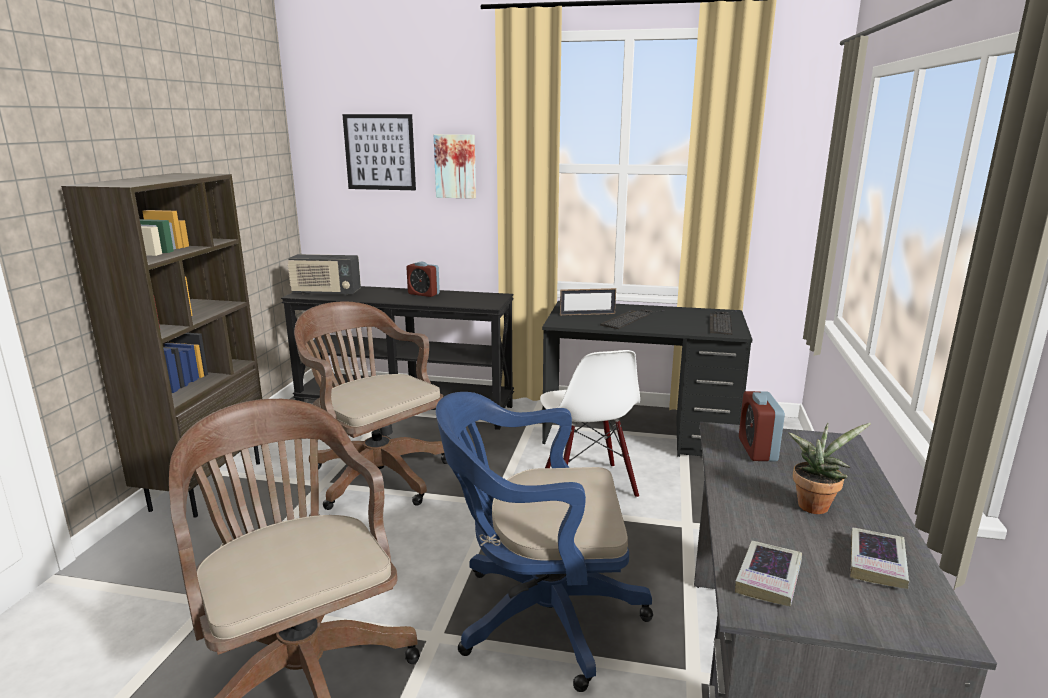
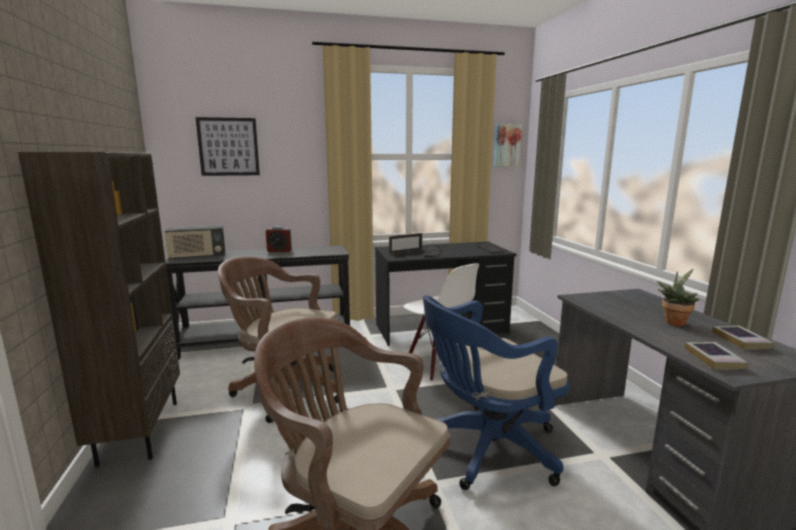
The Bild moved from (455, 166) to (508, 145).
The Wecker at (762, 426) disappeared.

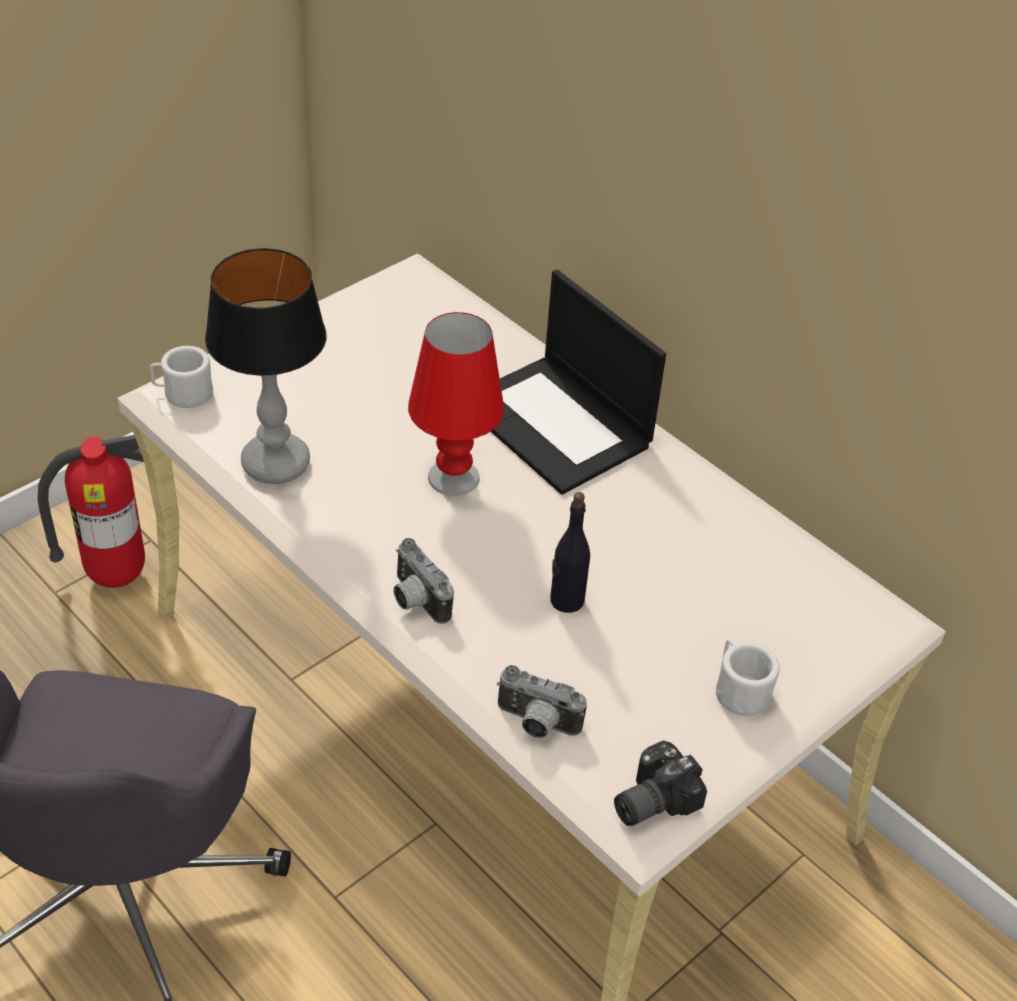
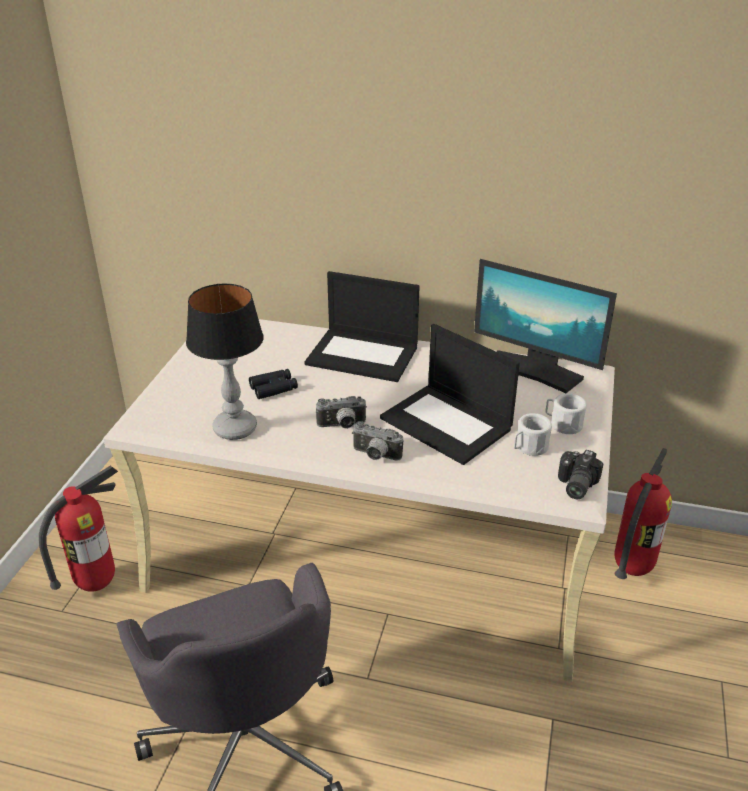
The Tischlampe (rot) at (456, 404) disappeared.
The Henkelbecher (weiß) moved from (181, 377) to (533, 434).
The Flasche (schwarz) at (570, 552) was replaced by the Laptop at (450, 394).
The Kamera moved from (542, 701) to (341, 412).
The Monitor at (545, 326) appeared.
The Fernglas (schwarz) at (273, 384) appeared.
The Feuerlöscher at (643, 513) appeared.

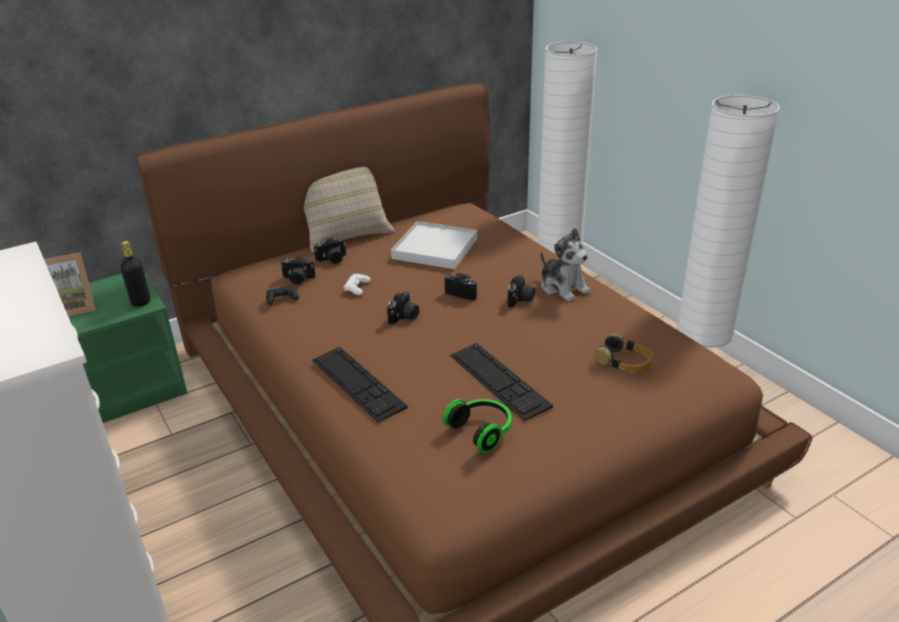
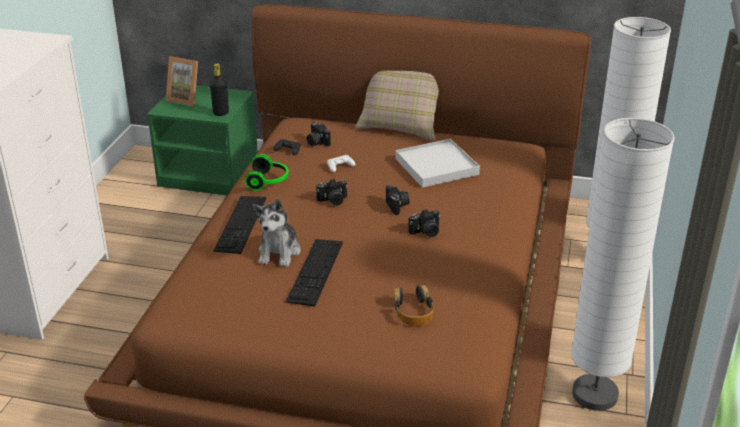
The Plüschtier moved from (565, 264) to (276, 233).
The Kamera at (330, 250) disappeared.
The Kopfhörer moved from (477, 426) to (267, 172).

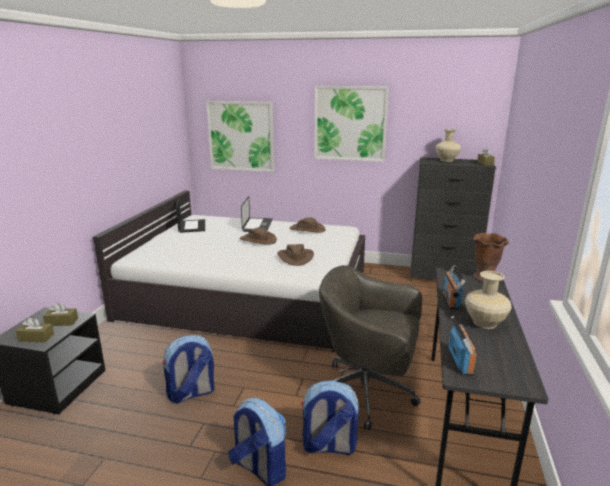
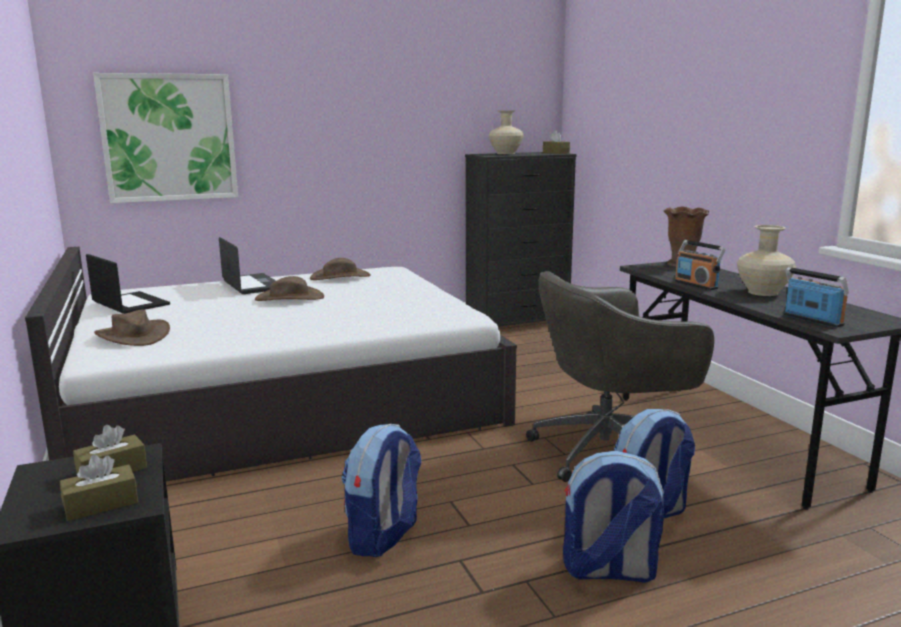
The Bild at (351, 124) disappeared.
The Hut (braun) moved from (296, 255) to (132, 327).

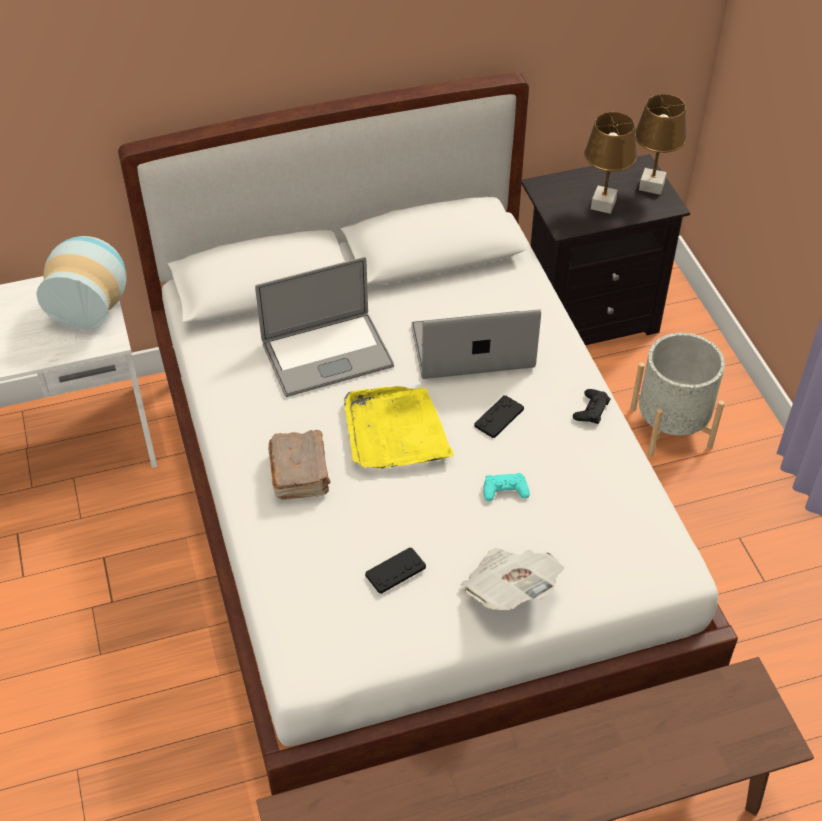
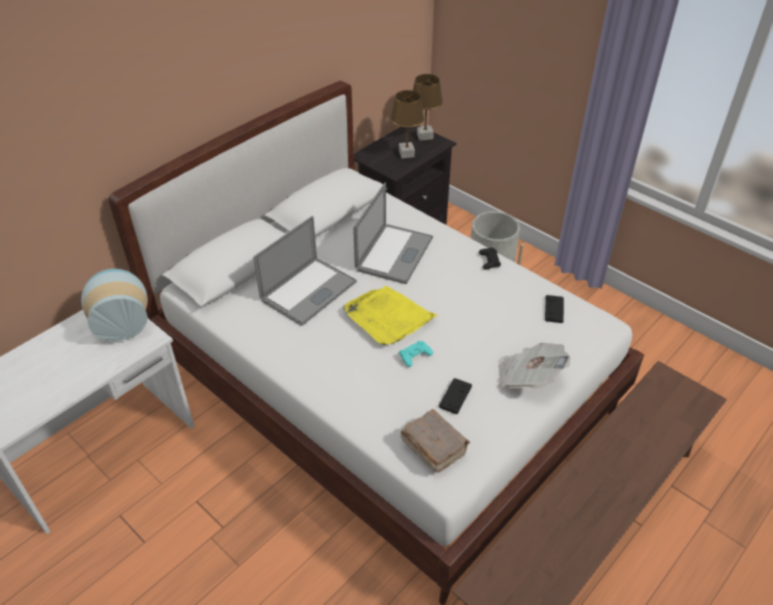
The Laptop at (476, 344) turned 150 degrees clockwise.
The Gamepad (schwarz) moved from (499, 416) to (554, 309).
The Buch (braun) moved from (299, 465) to (435, 440).
The Gamepad (türkis) moved from (507, 487) to (416, 354).

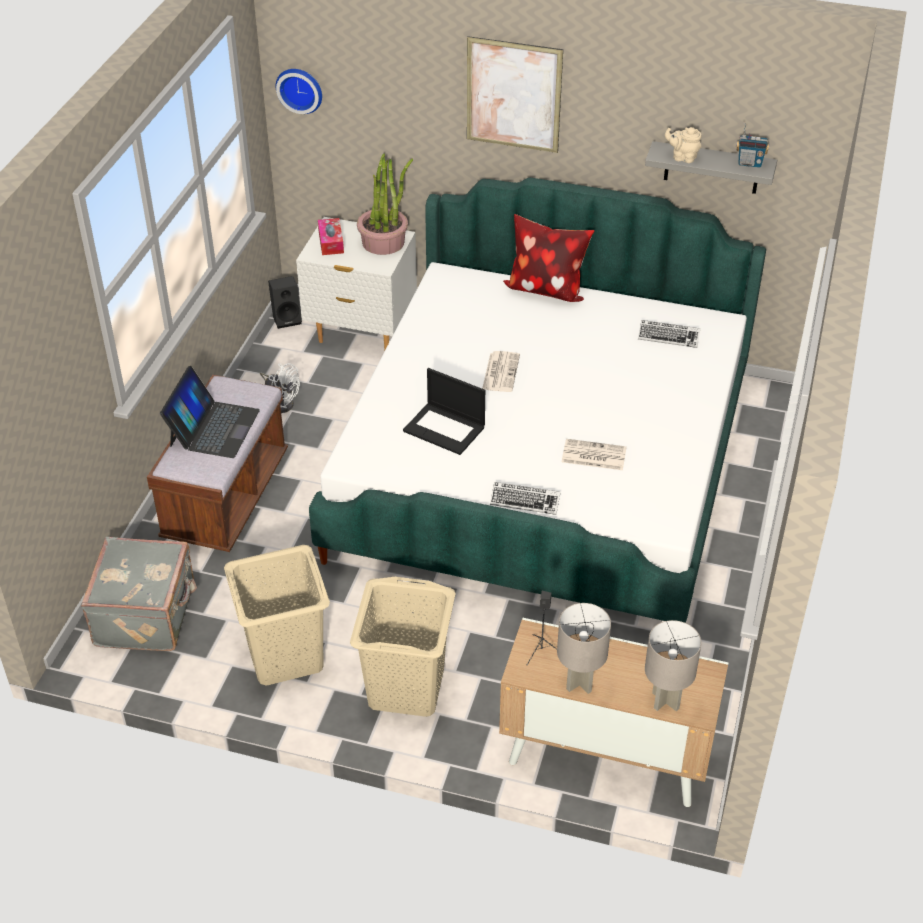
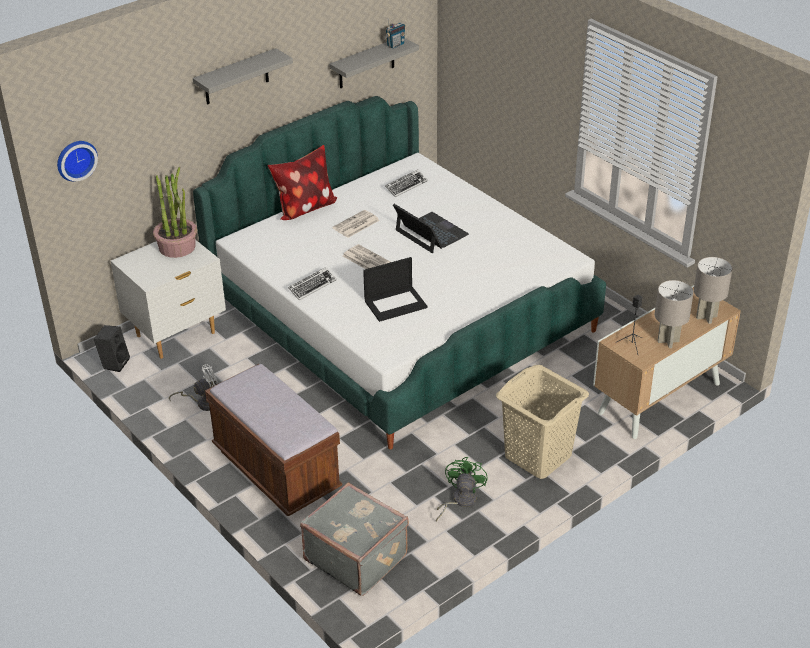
The Bild at (515, 94) was replaced by the Wandregal (grau) at (243, 76).
The Teekanne (beige) at (683, 145) disappeared.
The Taschentuchbox at (331, 236) disappeared.
The Laptop moved from (210, 412) to (431, 228).
The Zeitung moved from (594, 454) to (356, 224).
The Tastatur moved from (525, 498) to (312, 283).
The Wäschekorb (beige) at (277, 615) was replaced by the Ventilator (grün) at (462, 489).

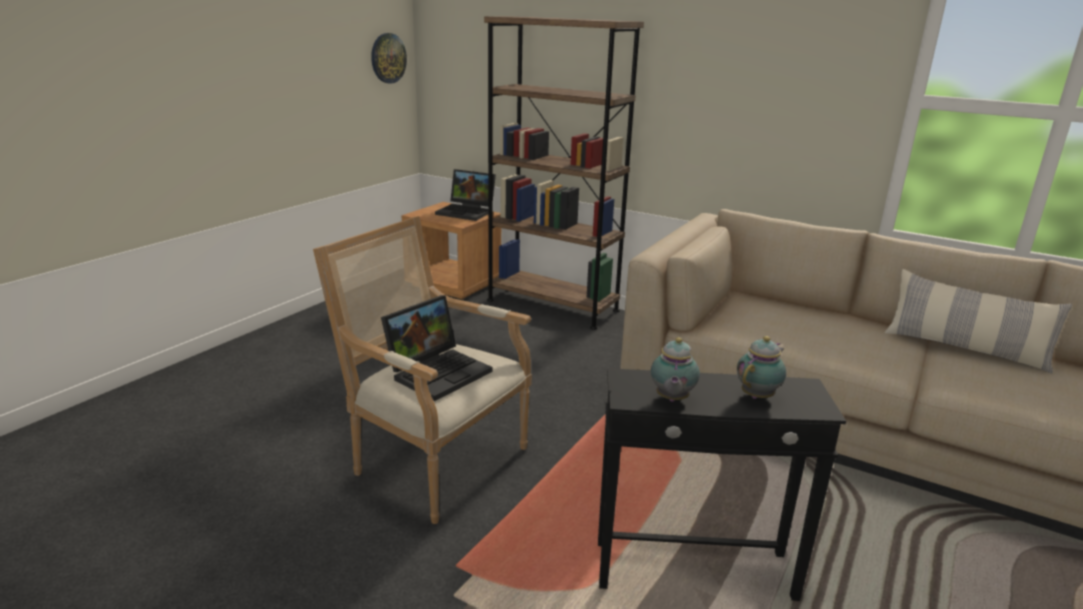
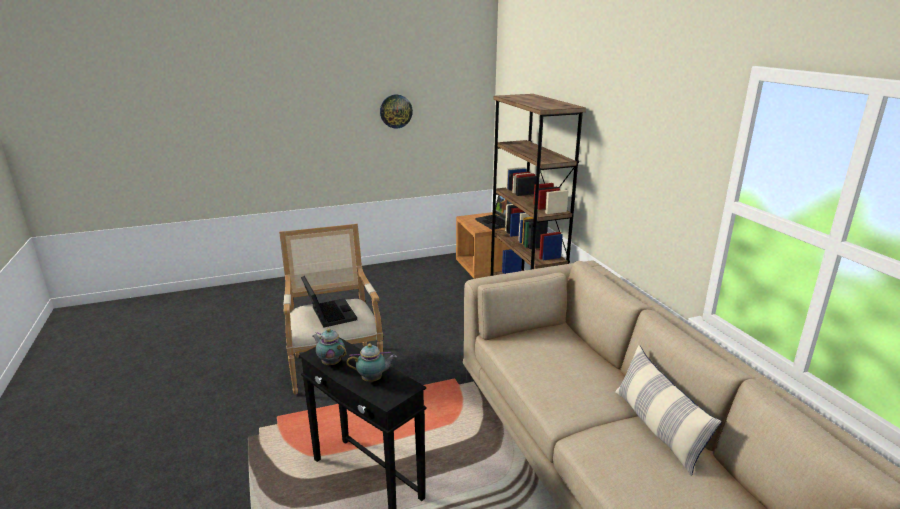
The Wanduhr moved from (389, 58) to (396, 111).
The Laptop at (436, 348) turned 105 degrees counterclockwise.
The Teekanne at (675, 369) turned 75 degrees clockwise.

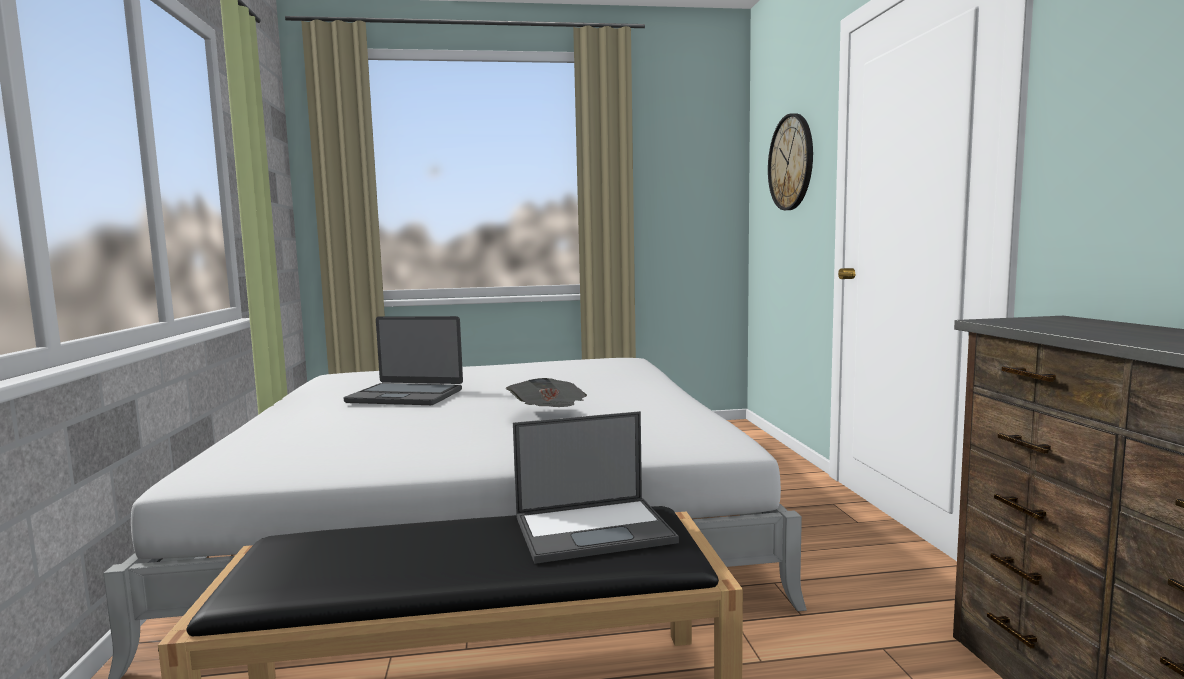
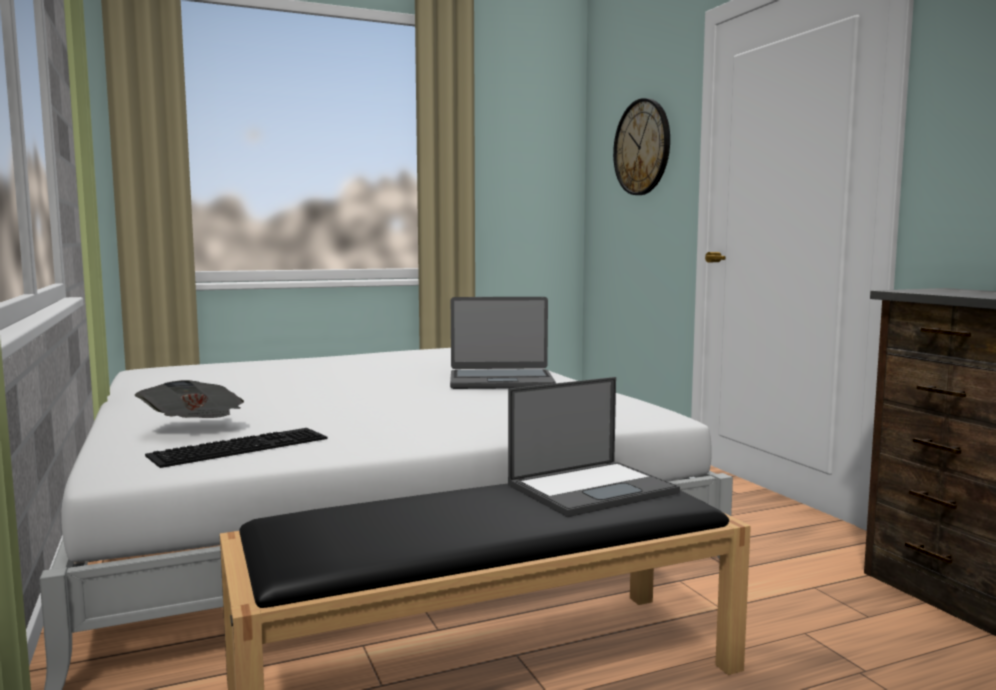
The Laptop moved from (403, 360) to (503, 343).
The Zeitung moved from (546, 392) to (189, 399).
The Tastatur at (236, 448) appeared.

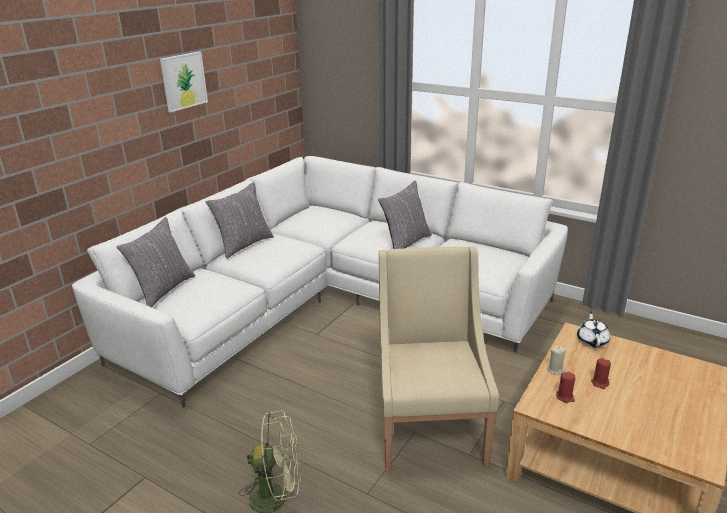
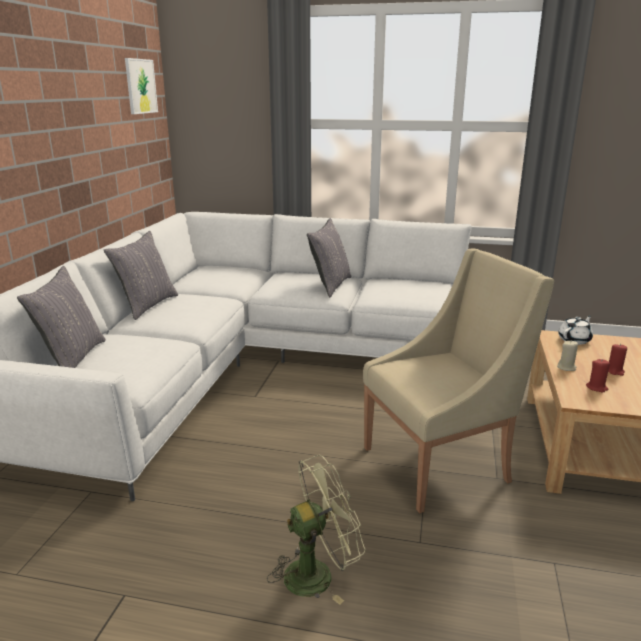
The Bild moved from (184, 82) to (141, 86).
The Sessel (beige) at (439, 359) turned 90 degrees clockwise.
The Teekanne (weiß) at (593, 329) turned 60 degrees clockwise.

